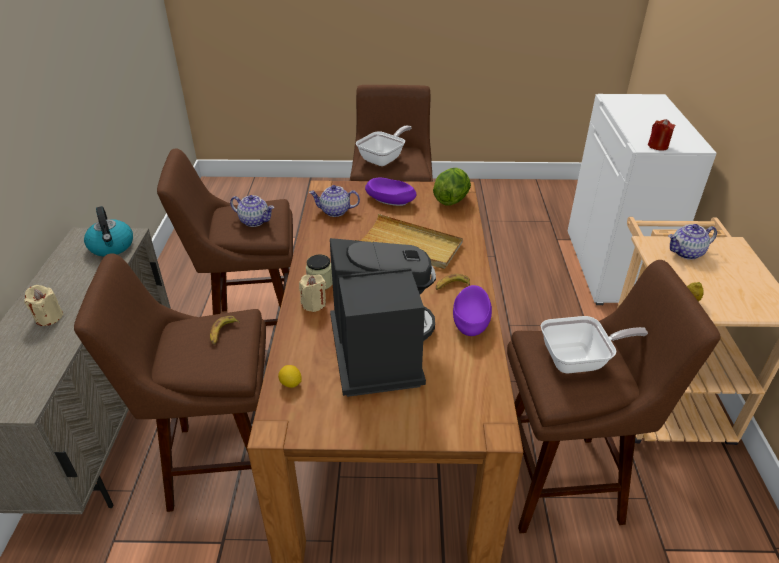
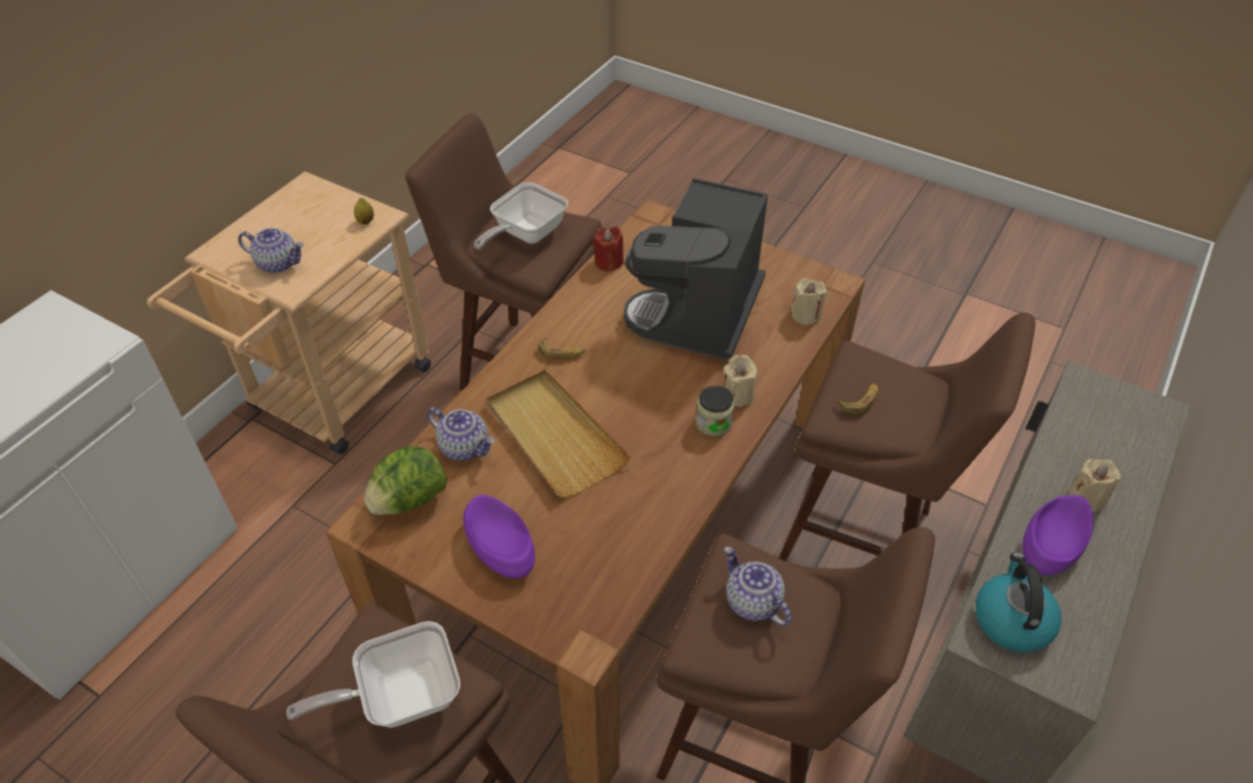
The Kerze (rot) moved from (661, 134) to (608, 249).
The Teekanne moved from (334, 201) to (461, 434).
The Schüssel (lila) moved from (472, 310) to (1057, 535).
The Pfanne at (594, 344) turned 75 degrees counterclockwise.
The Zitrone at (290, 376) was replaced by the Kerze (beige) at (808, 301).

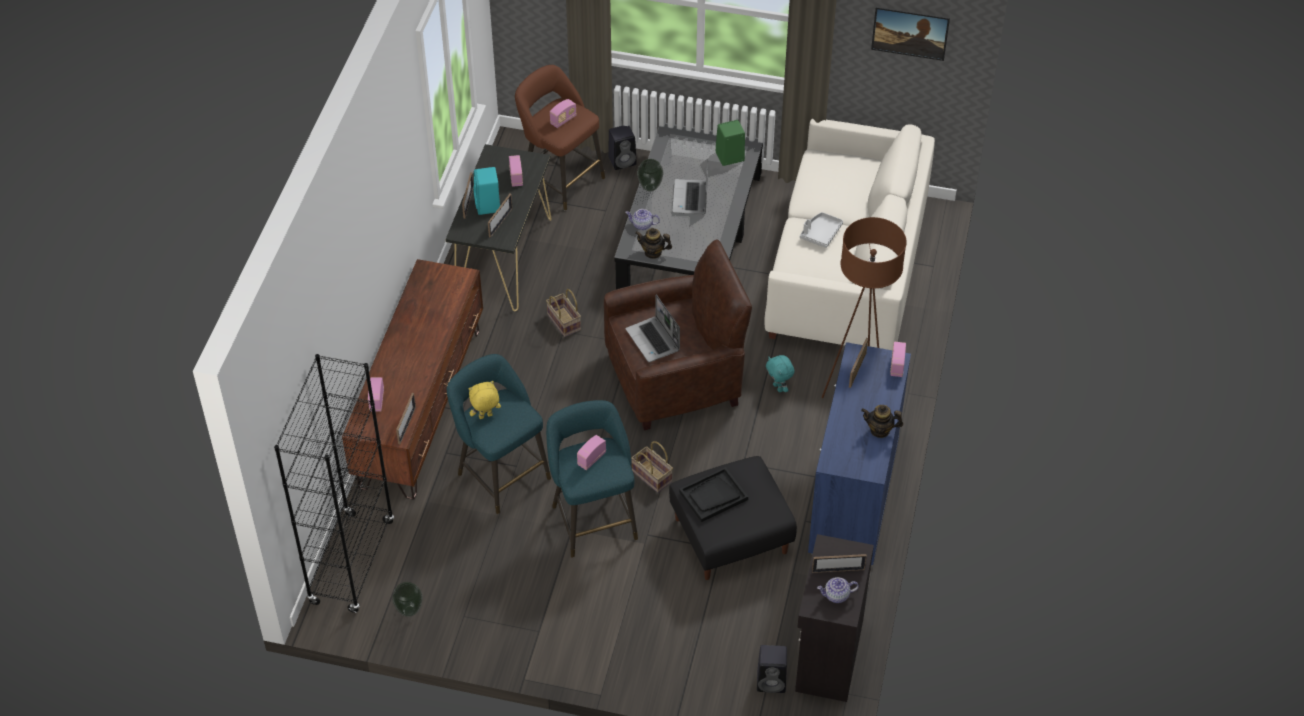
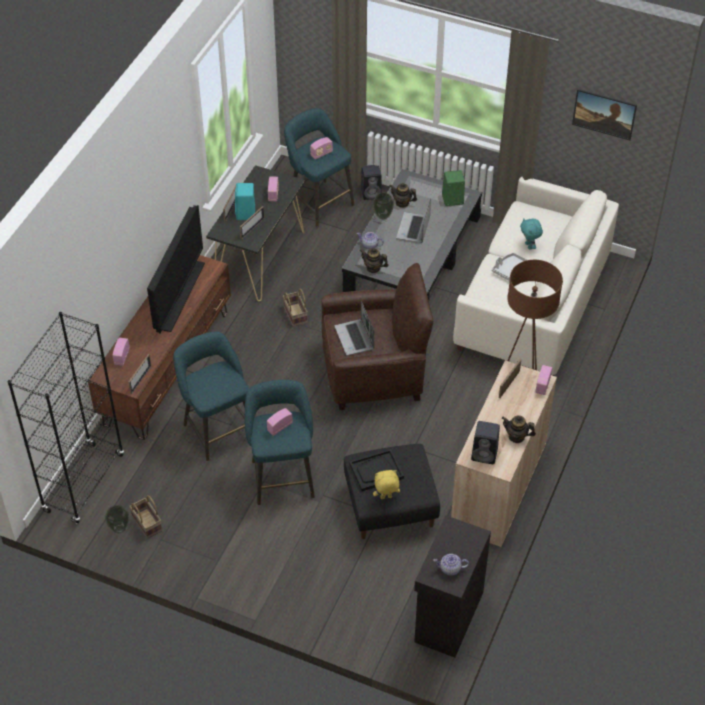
The Hocker (braun) at (560, 138) became the Hocker (türkis) at (319, 167).
The Schrank (blau) at (859, 454) became the Schrank (beige) at (504, 454).
The Plüschtier (türkis) moved from (780, 373) to (531, 234).
The Plüschtier (gelb) moved from (484, 400) to (386, 484).
The Korb moved from (652, 467) to (145, 517).
The Bilderrahmen at (839, 563) disappeared.
The Lautsprecher (schwarz) moved from (772, 669) to (485, 442).
The Teekanne at (403, 195) appeared.
The Fernseher at (176, 269) appeared.

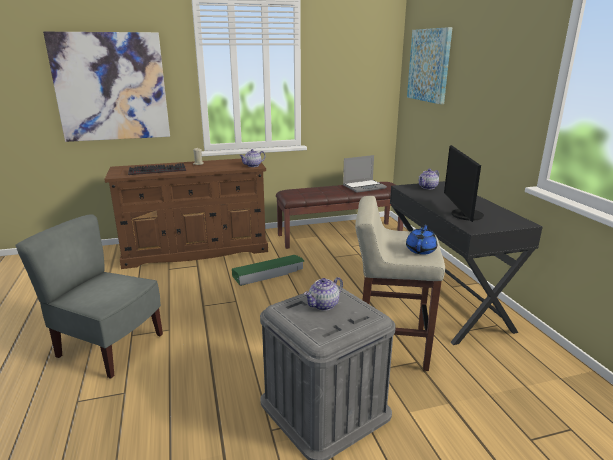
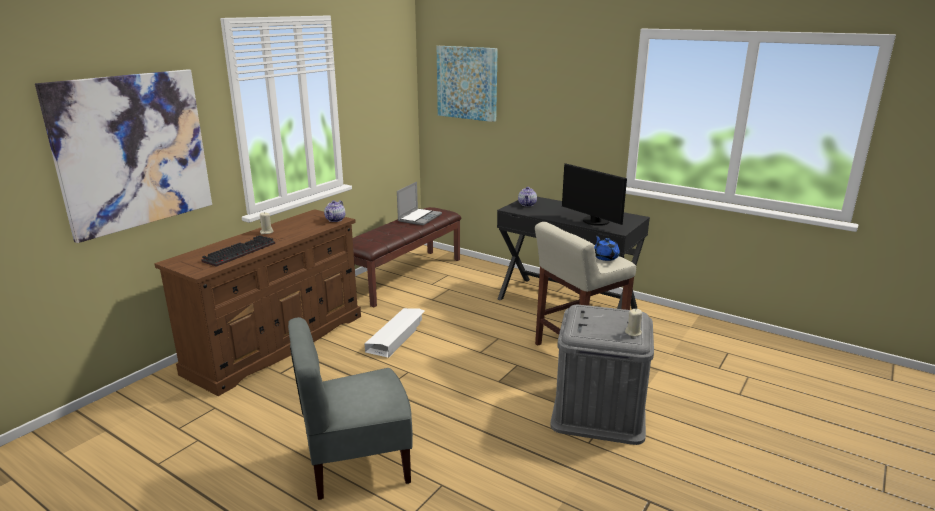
The Aufbewahrungsbox (grün) at (268, 270) became the Aufbewahrungsbox (weiß) at (395, 333).
The Teekanne at (323, 294) disappeared.
The Kerze (beige) at (633, 322) appeared.

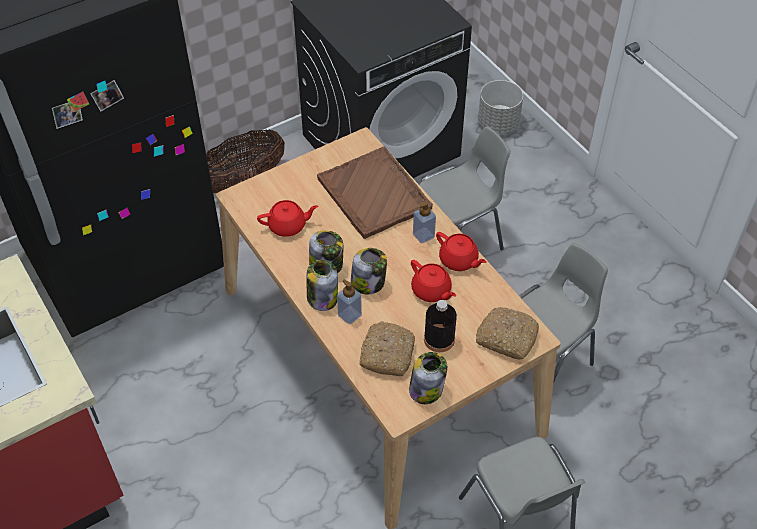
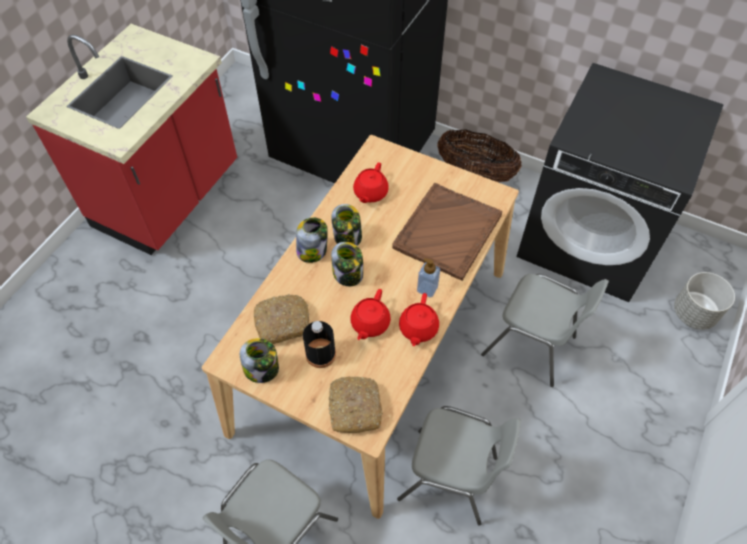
The Teekanne (rot) at (287, 218) turned 60 degrees clockwise.
The Seifenspender at (349, 302) disappeared.

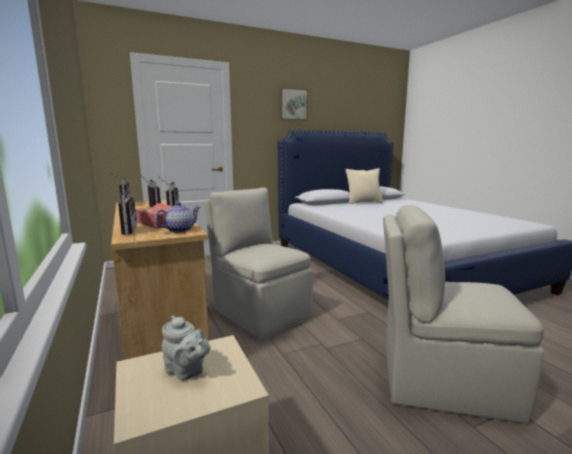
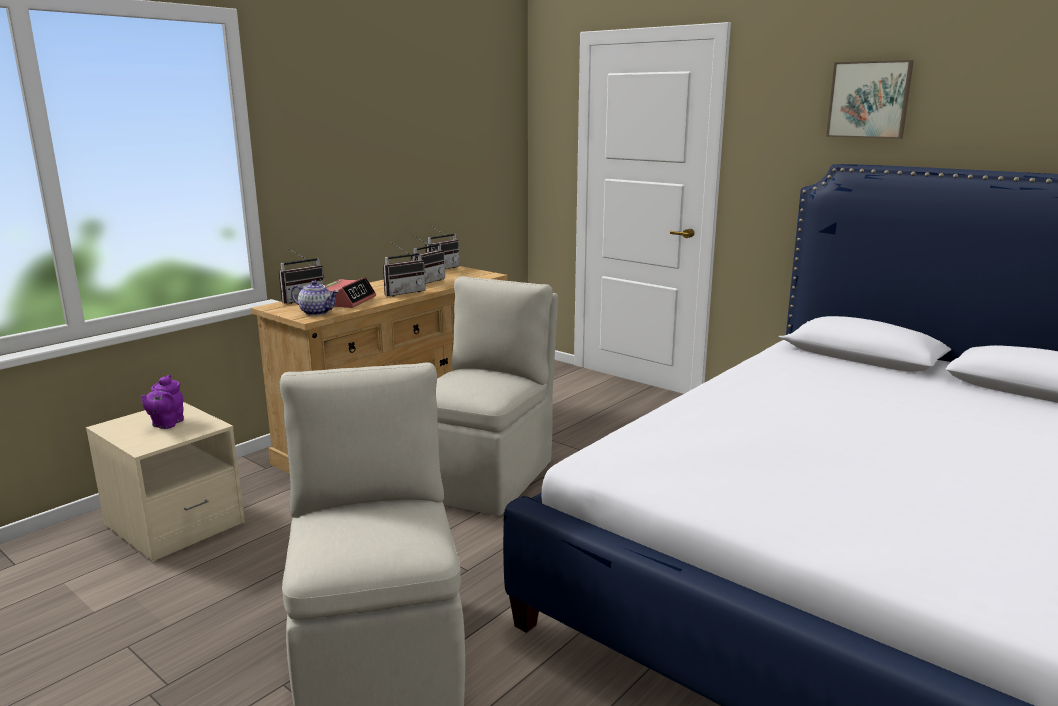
The Kissen (beige) at (364, 186) disappeared.
The Teekanne (grau) at (186, 347) became the Teekanne (lila) at (162, 402).

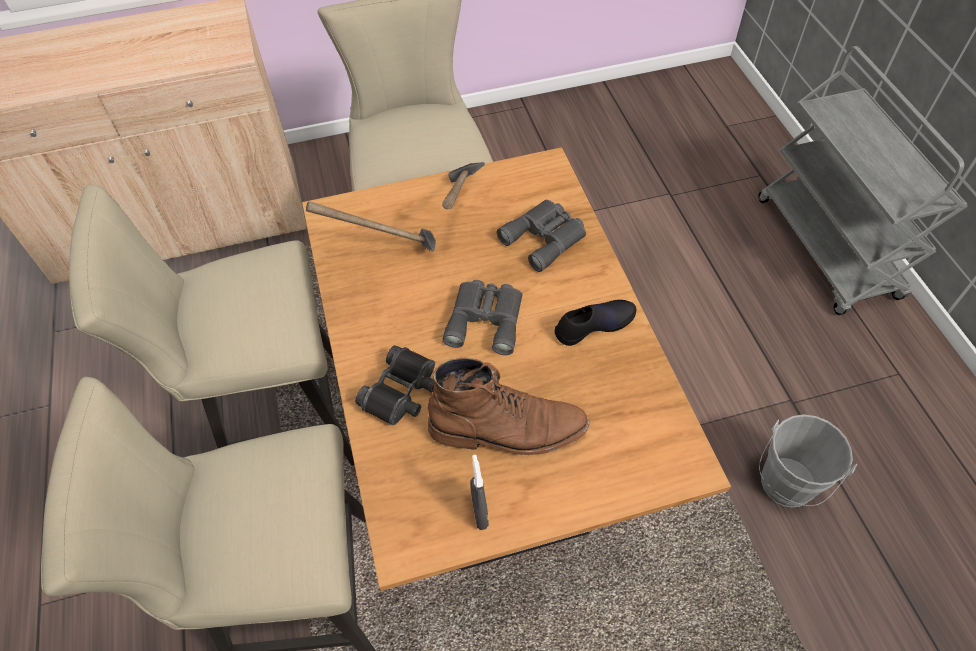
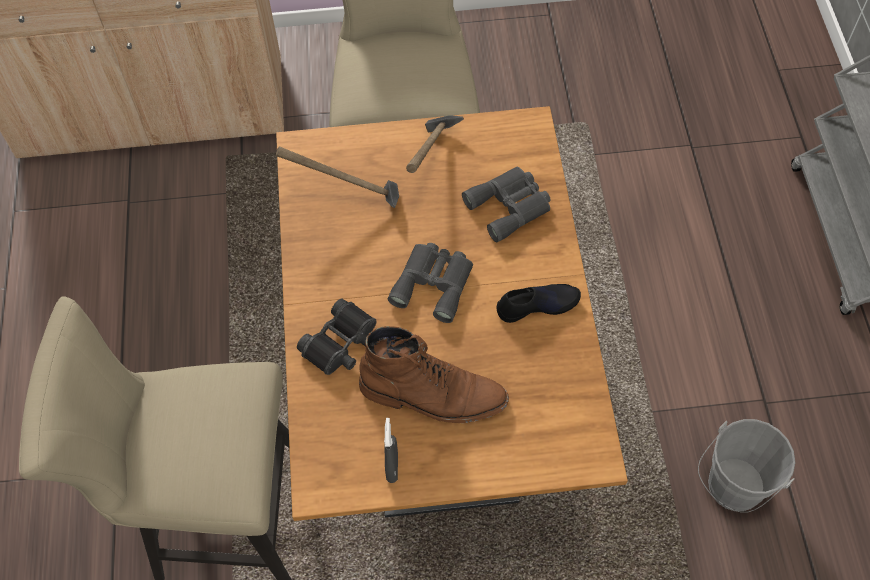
The Hocker (beige) at (211, 325) disappeared.

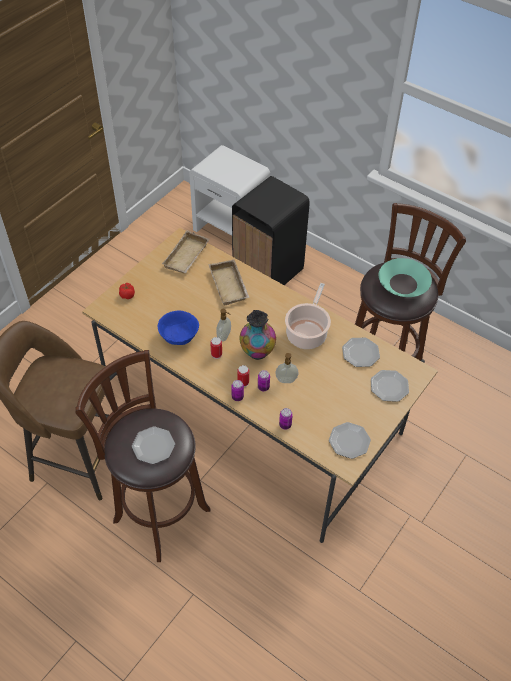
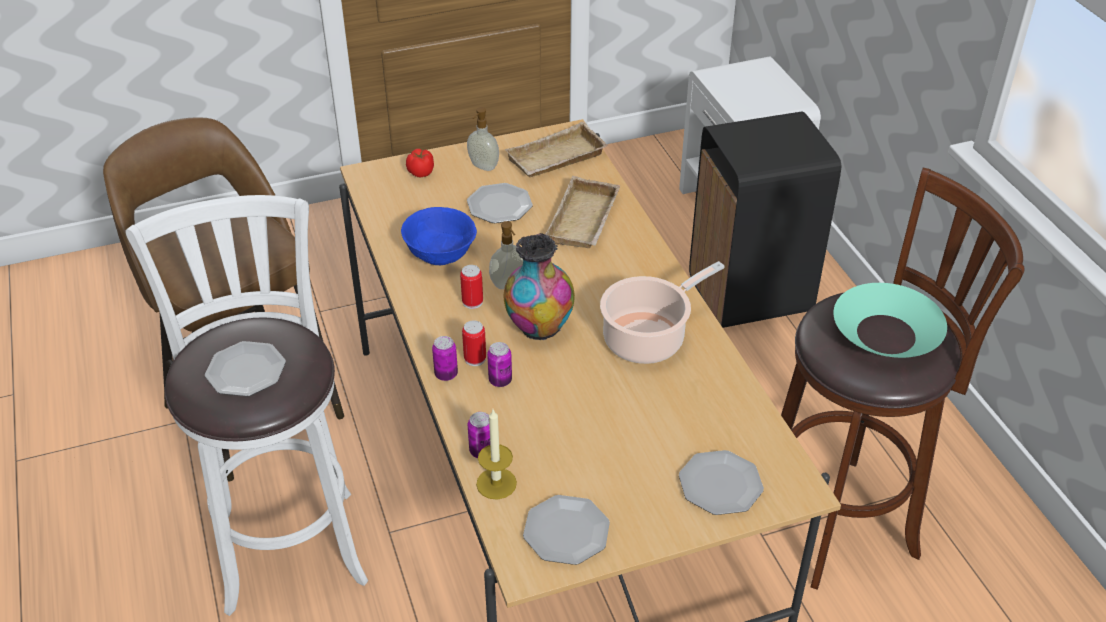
The Teller moved from (361, 352) to (500, 203).
The Hocker (braun) at (143, 456) became the Hocker (weiß) at (247, 405).
The Seifenspender moved from (287, 368) to (483, 139).
The Kerze at (496, 455) appeared.

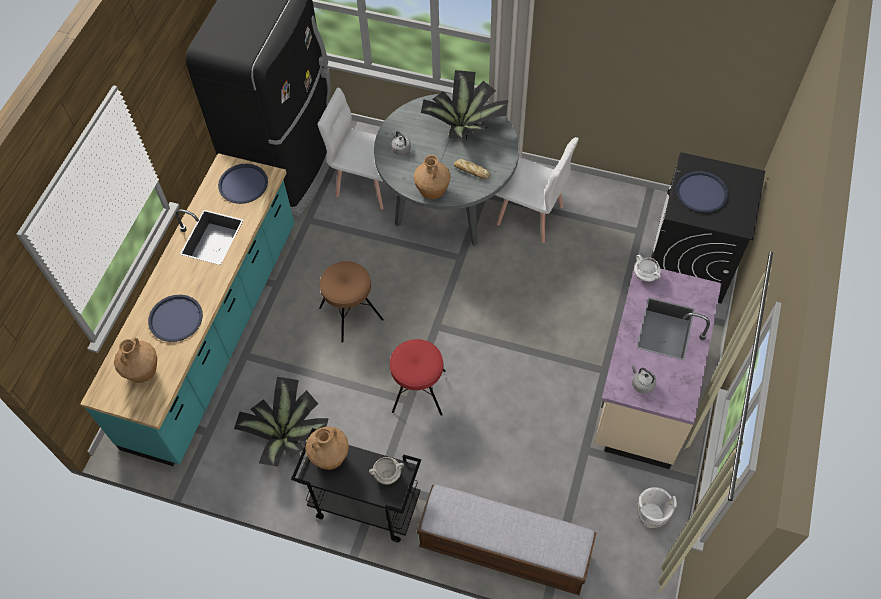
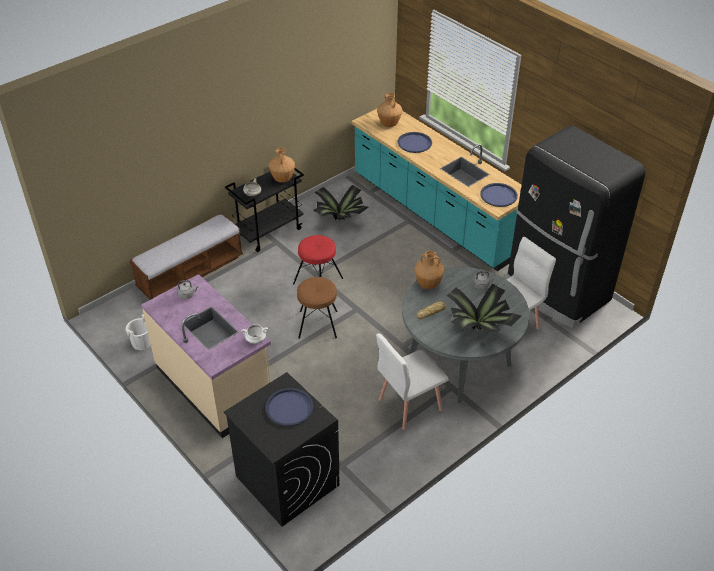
The Hocker (braun) moved from (351, 302) to (317, 308).

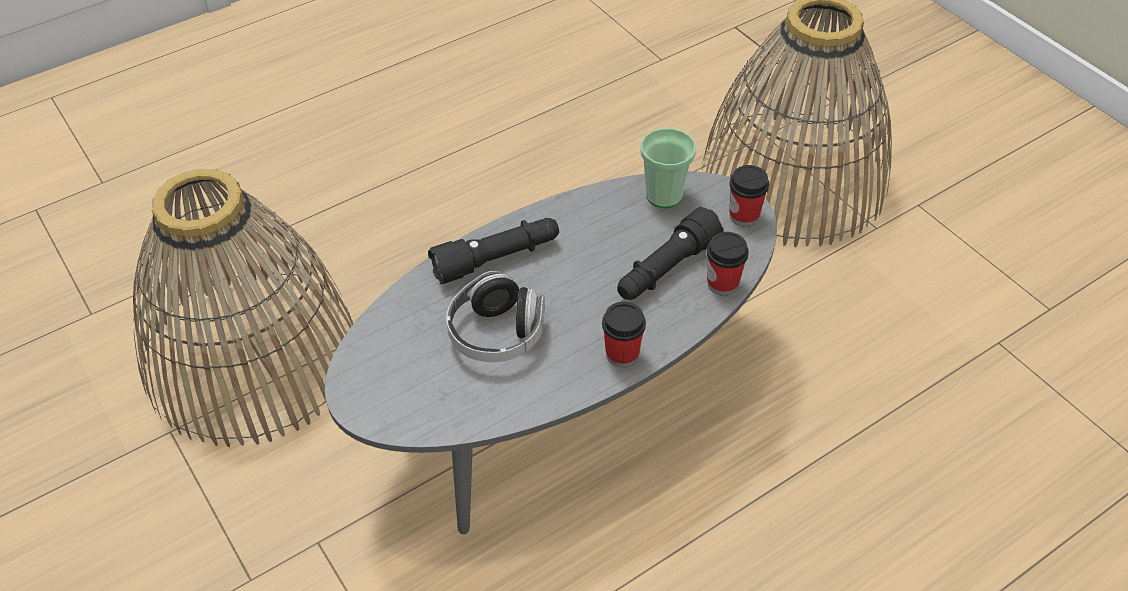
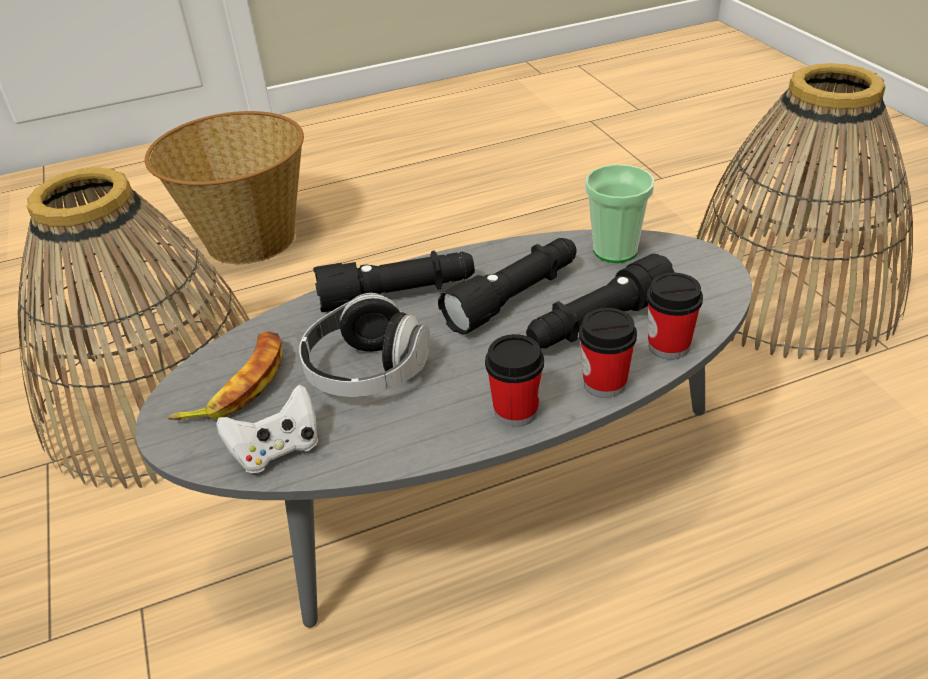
The Tasse moved from (749, 196) to (608, 353).
The Korb at (224, 187) appeared.
The Taschenlampe (schwarz) at (507, 286) appeared.
The Banane at (224, 375) appeared.
The Gamepad (weiß) at (267, 428) appeared.

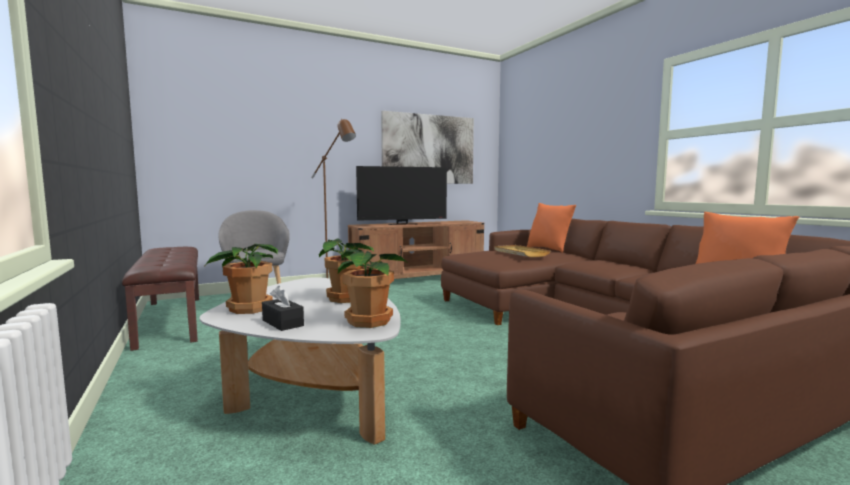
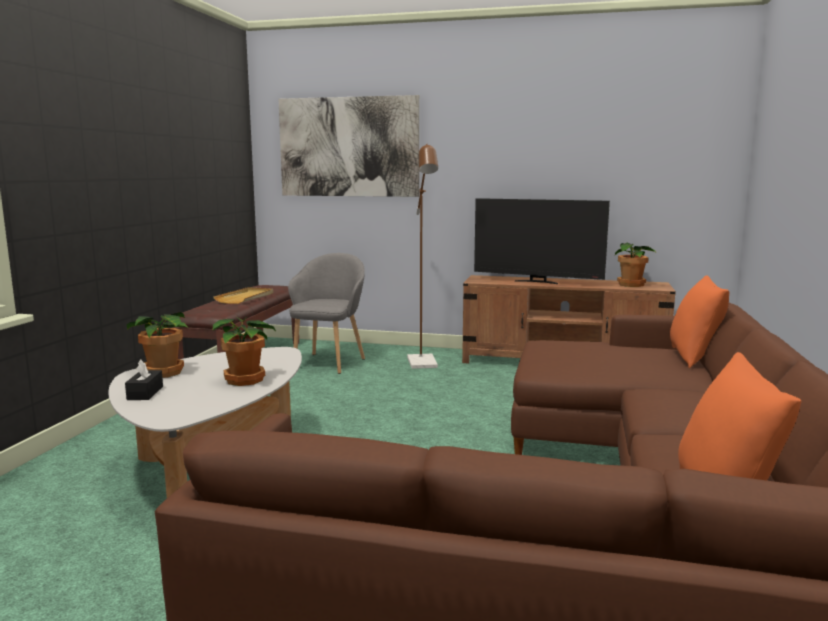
The Bild moved from (427, 147) to (348, 146).
The Tablett (beige) moved from (522, 251) to (243, 295).
The Topfpflanze moved from (371, 288) to (635, 265).

